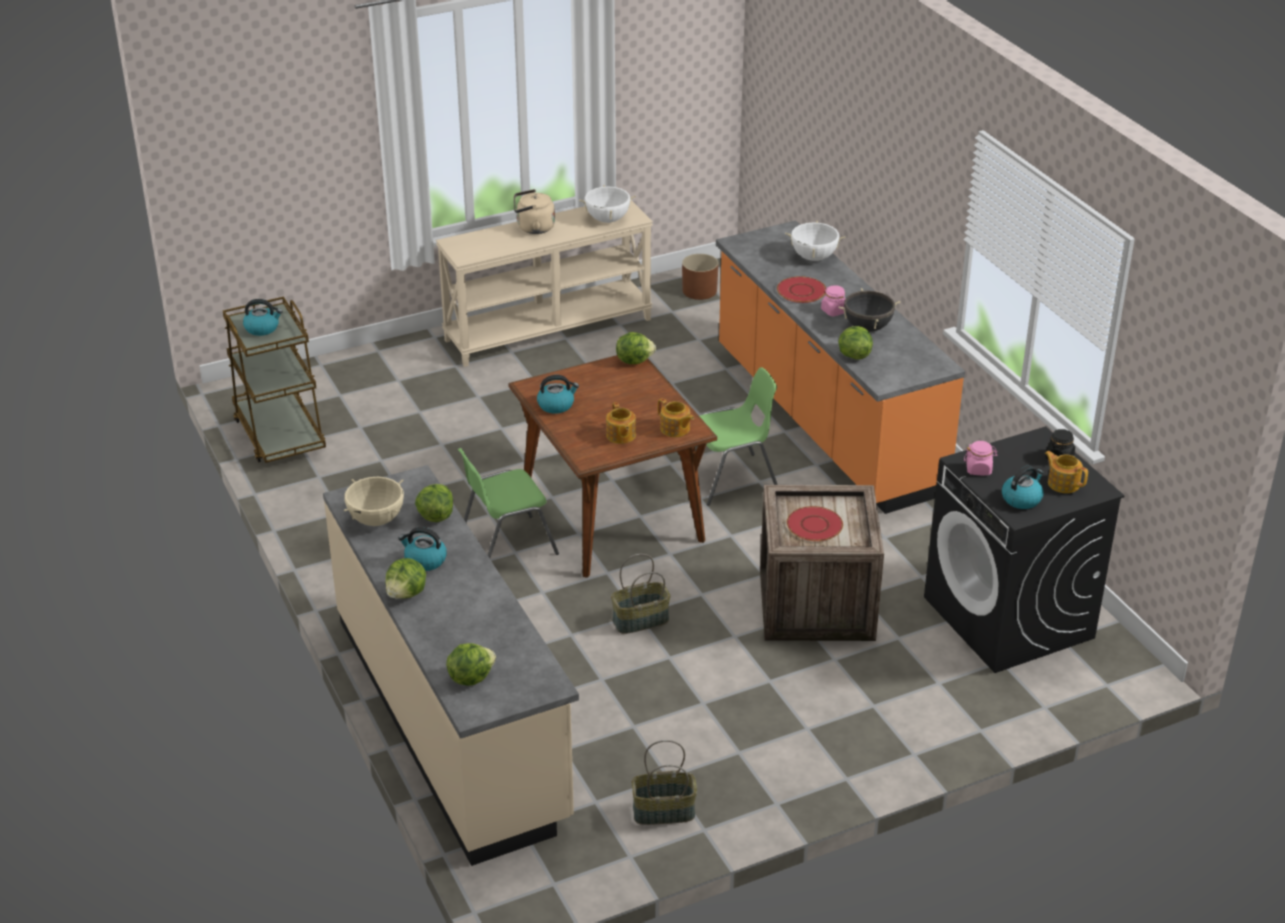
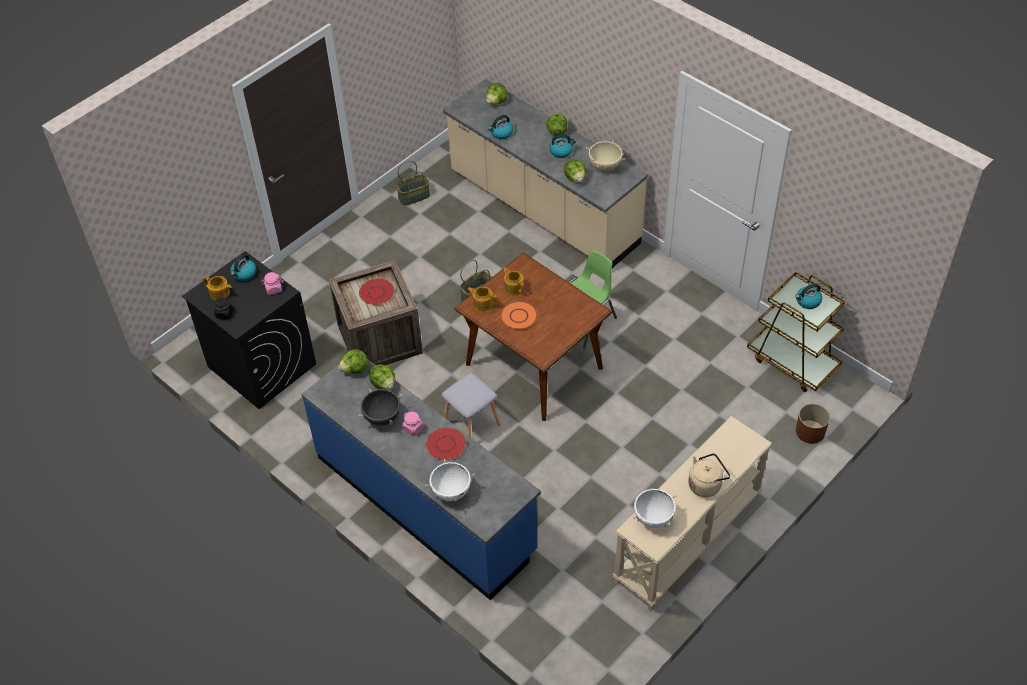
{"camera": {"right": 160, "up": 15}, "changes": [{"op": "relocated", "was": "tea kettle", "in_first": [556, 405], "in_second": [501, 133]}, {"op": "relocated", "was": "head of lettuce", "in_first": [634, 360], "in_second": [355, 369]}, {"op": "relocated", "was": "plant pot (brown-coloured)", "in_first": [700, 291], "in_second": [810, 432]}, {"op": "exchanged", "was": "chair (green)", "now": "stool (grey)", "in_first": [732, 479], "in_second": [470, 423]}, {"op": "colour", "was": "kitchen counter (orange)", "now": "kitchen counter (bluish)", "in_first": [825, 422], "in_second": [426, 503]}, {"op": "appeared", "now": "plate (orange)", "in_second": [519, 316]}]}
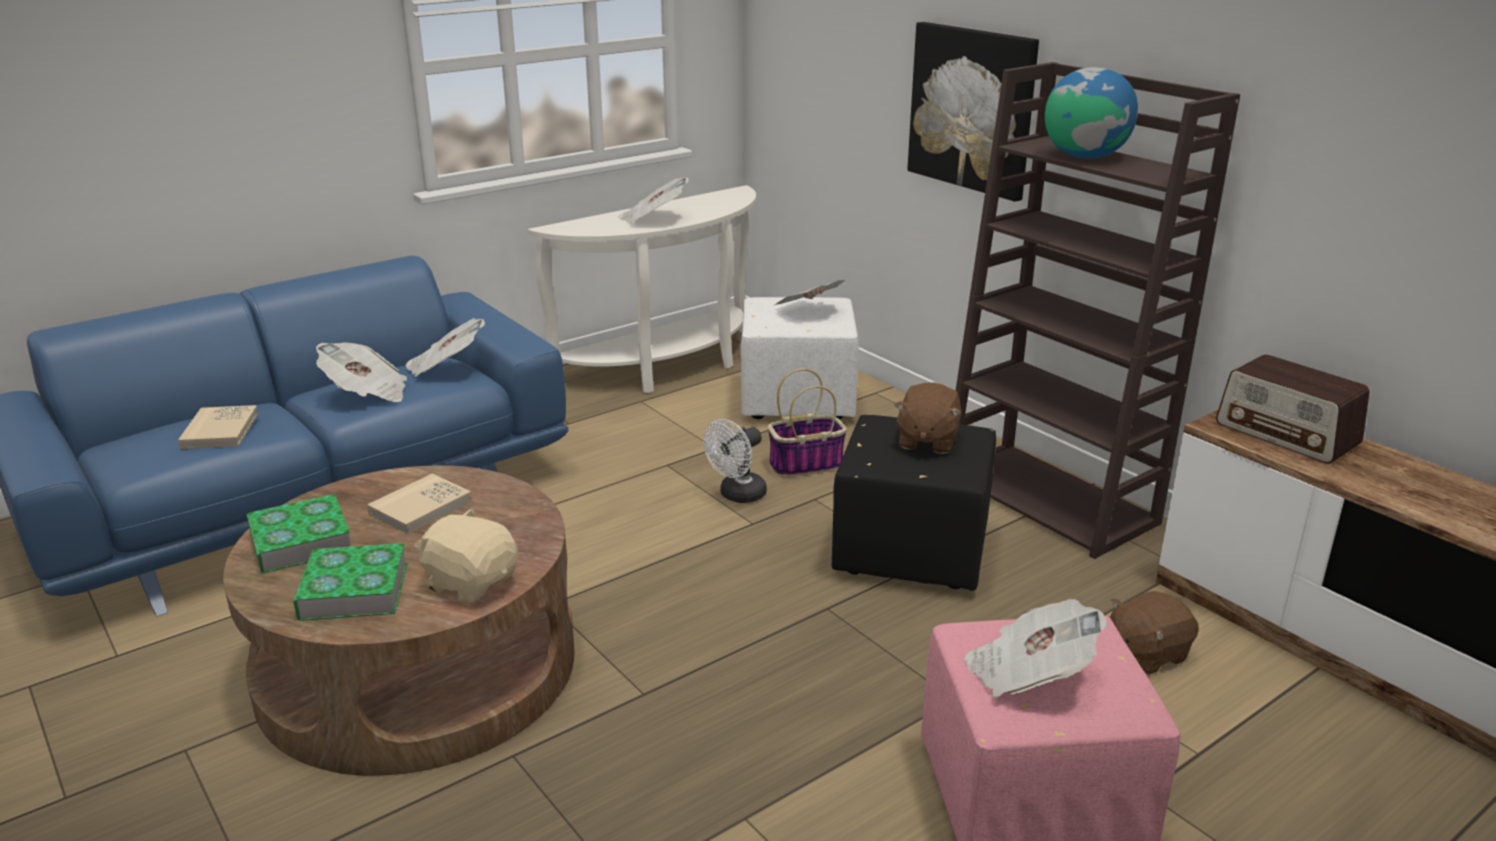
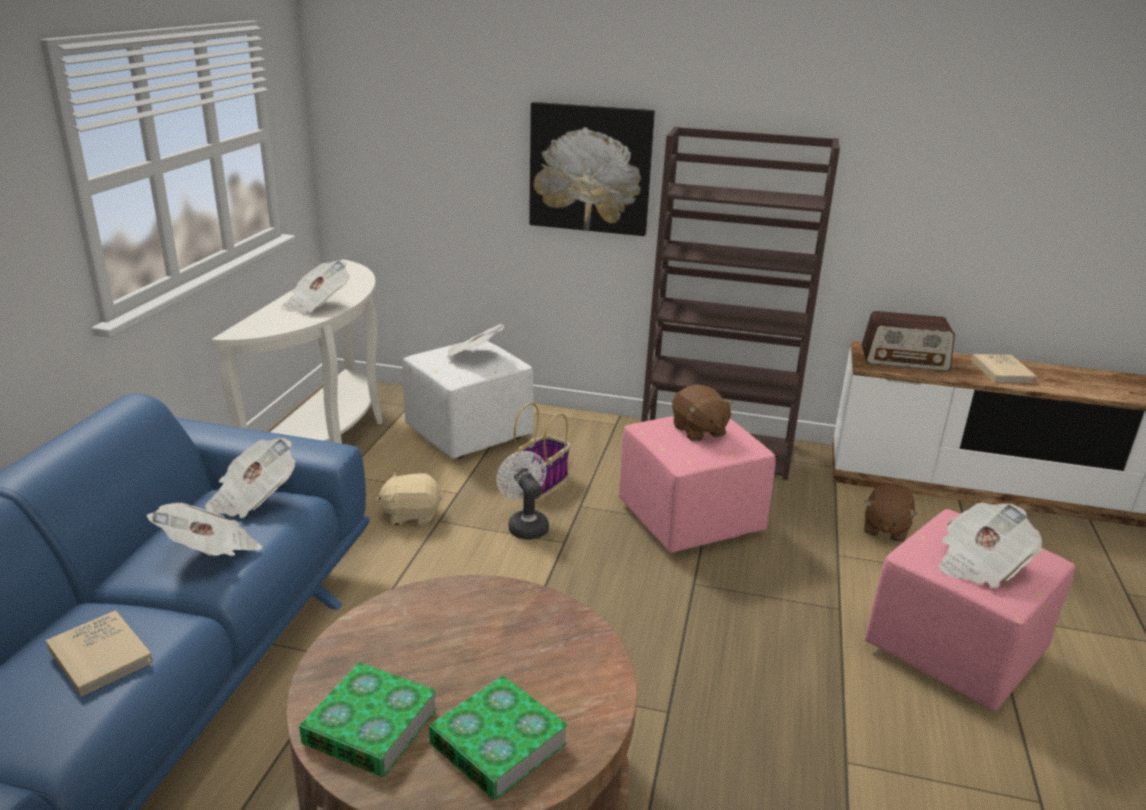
{"camera": {"right": -40, "up": 0}, "changes": [{"op": "relocated", "was": "book (beige-coloured)", "in_first": [420, 507], "in_second": [1002, 371]}, {"op": "relocated", "was": "cuddly toy (beige-coloured)", "in_first": [471, 583], "in_second": [411, 515]}, {"op": "spun", "was": "electric fan (whitish)", "in_first": [737, 496], "in_second": [525, 525], "clockwise": 150}, {"op": "colour", "was": "footrest (black)", "now": "footrest (pinkish)", "in_first": [912, 551], "in_second": [689, 519]}, {"op": "missing", "was": "world globe", "in_first": [1085, 156]}]}
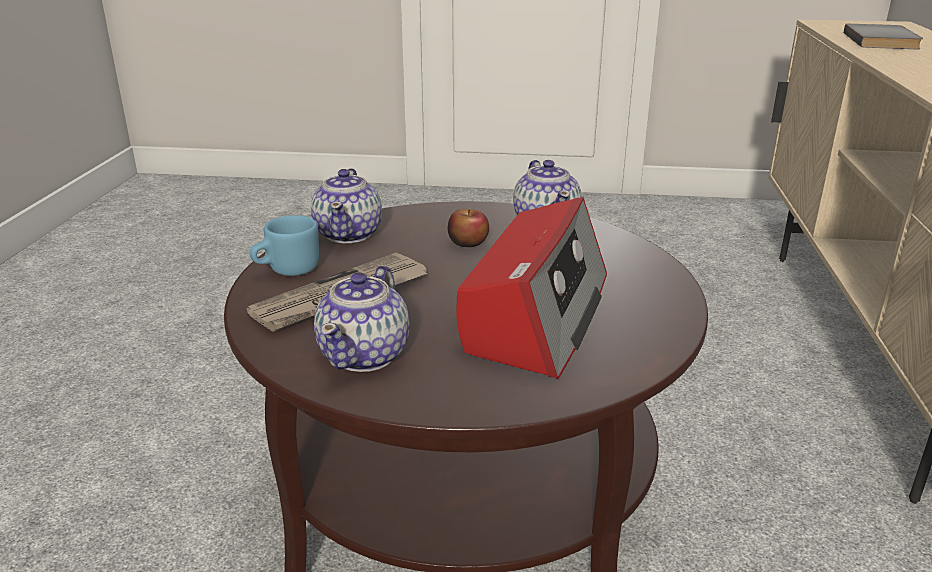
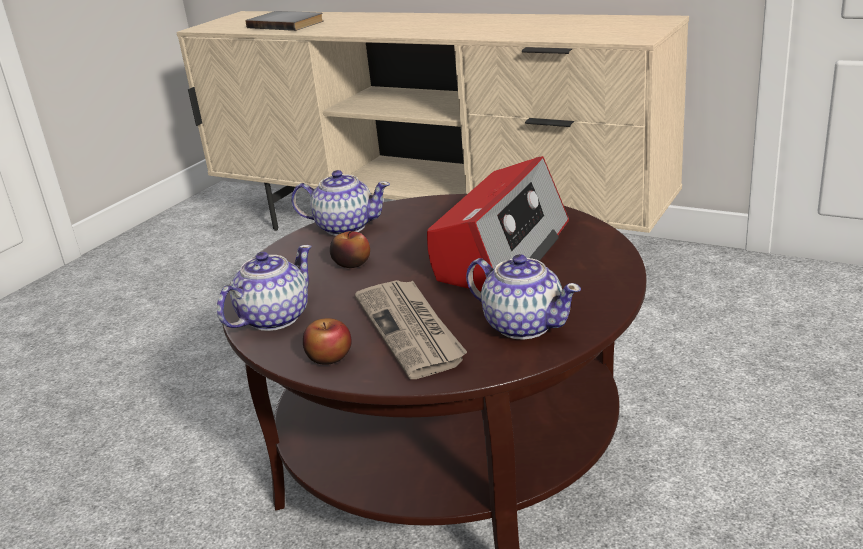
{"camera": {"right": -65, "up": 0}, "changes": [{"op": "exchanged", "was": "tea mug (bluish)", "now": "whole apple", "in_first": [286, 271], "in_second": [329, 357]}, {"op": "spun", "was": "teapot", "in_first": [349, 234], "in_second": [273, 318], "clockwise": -75}, {"op": "spun", "was": "radio receiver", "in_first": [536, 314], "in_second": [501, 252], "clockwise": 75}]}
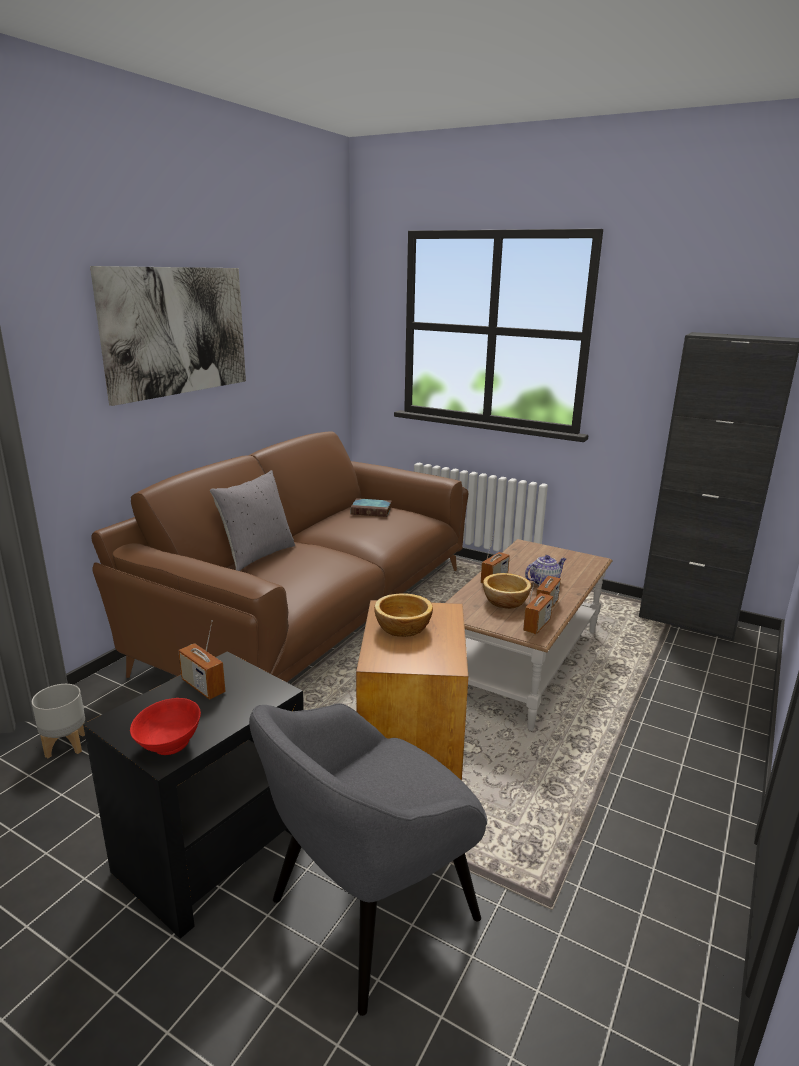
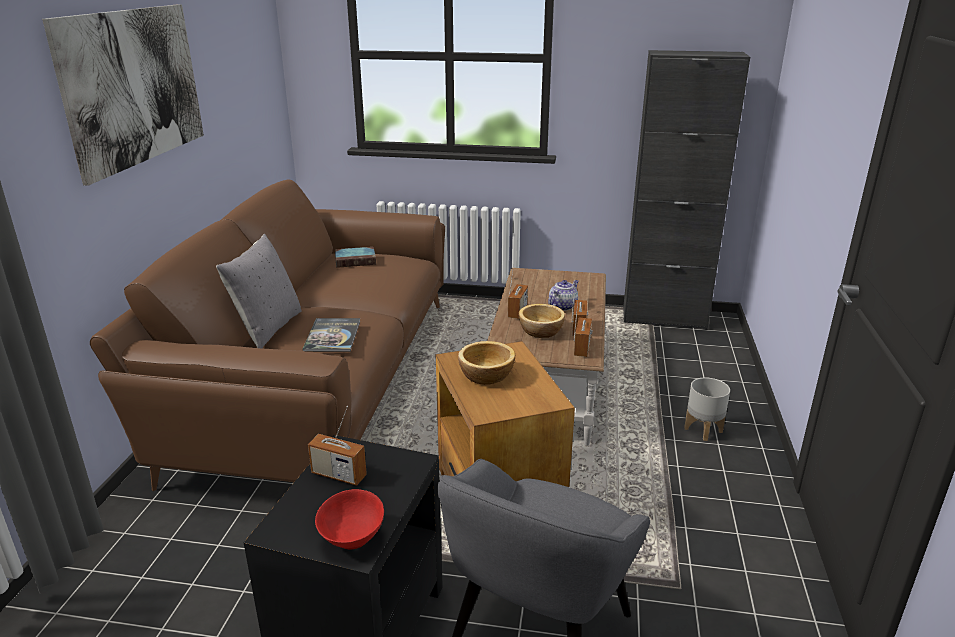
{"camera": {"right": -20, "up": 5}, "changes": [{"op": "relocated", "was": "plant pot (grey)", "in_first": [65, 746], "in_second": [703, 430]}, {"op": "appeared", "now": "book", "in_second": [332, 336]}]}
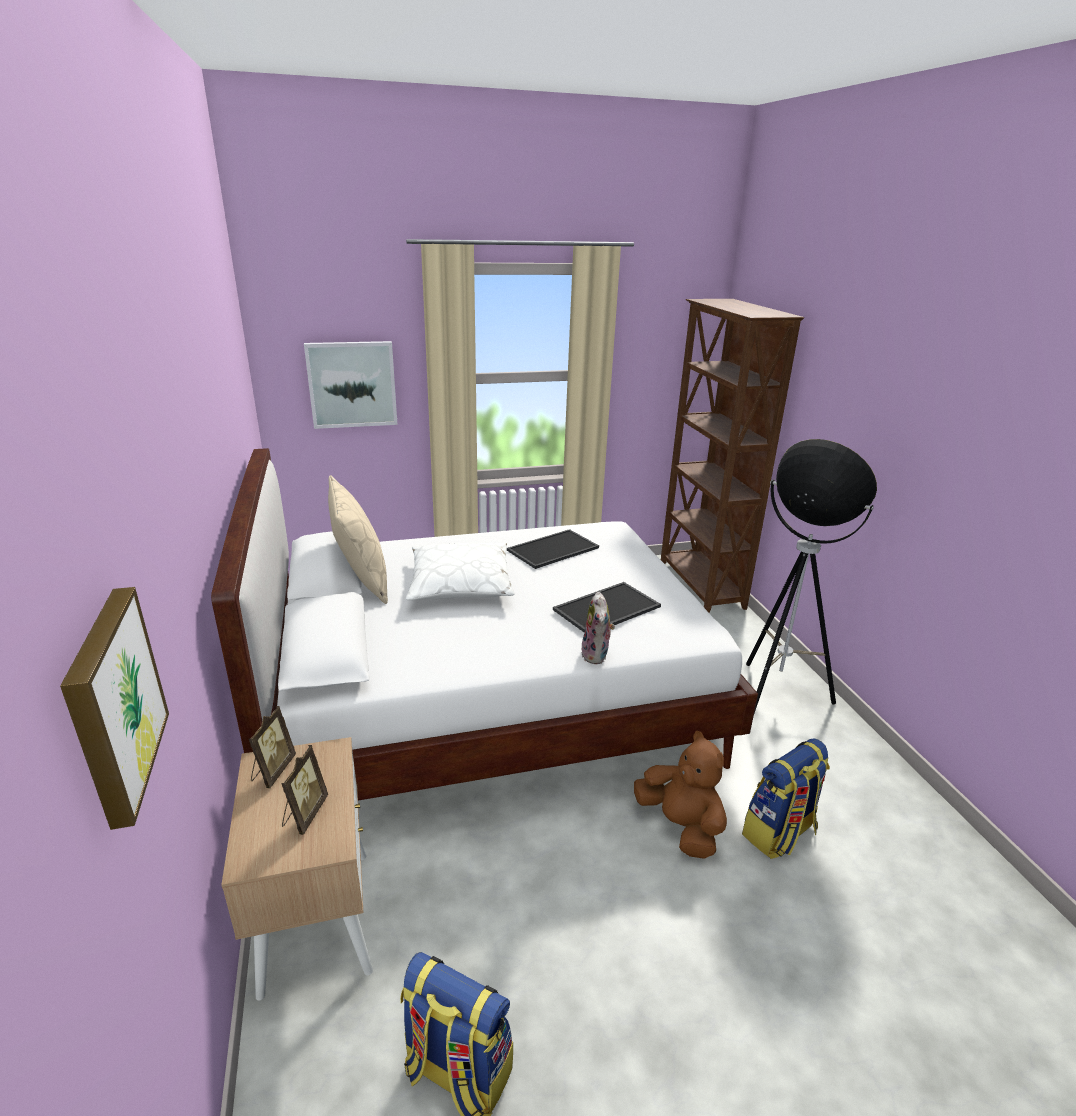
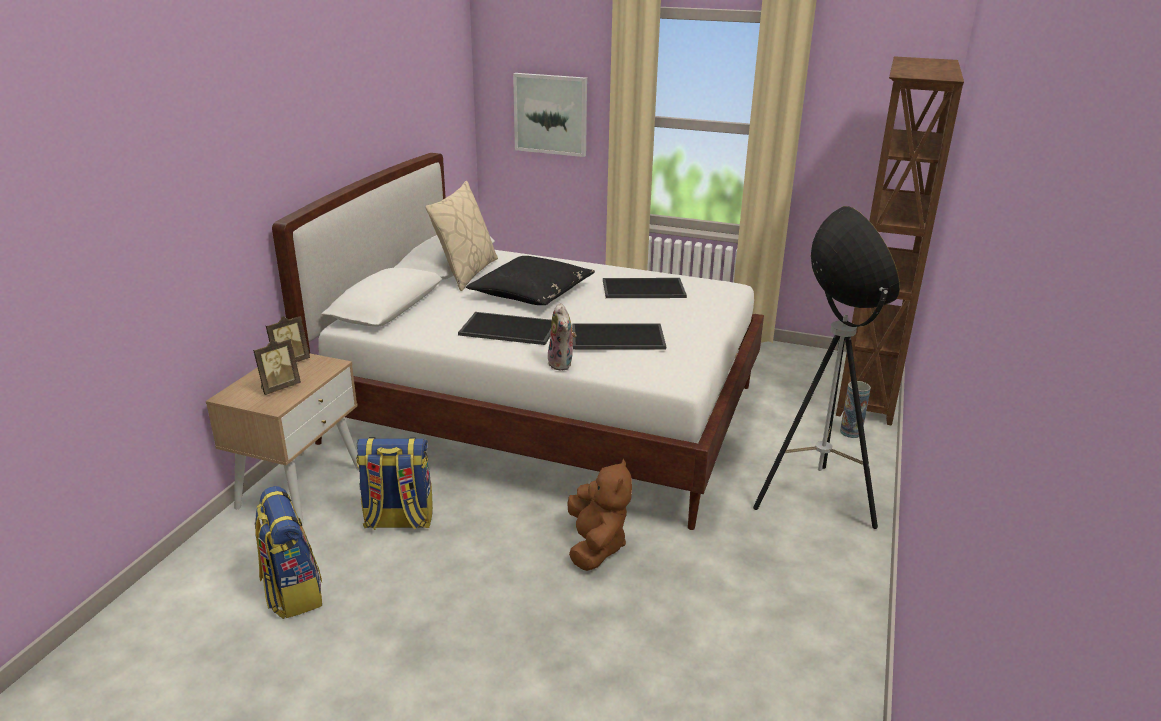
{"camera": {"right": 35, "up": 0}, "changes": [{"op": "missing", "was": "wall art", "in_first": [111, 703]}, {"op": "colour", "was": "cushion (whitish)", "now": "cushion (black)", "in_first": [460, 583], "in_second": [531, 293]}, {"op": "spun", "was": "cuddly toy", "in_first": [597, 655], "in_second": [562, 364], "clockwise": -45}, {"op": "relocated", "was": "rucksack", "in_first": [779, 833], "in_second": [398, 520]}, {"op": "appeared", "now": "serving tray", "in_second": [507, 329]}, {"op": "appeared", "now": "decorative vase", "in_second": [850, 432]}]}
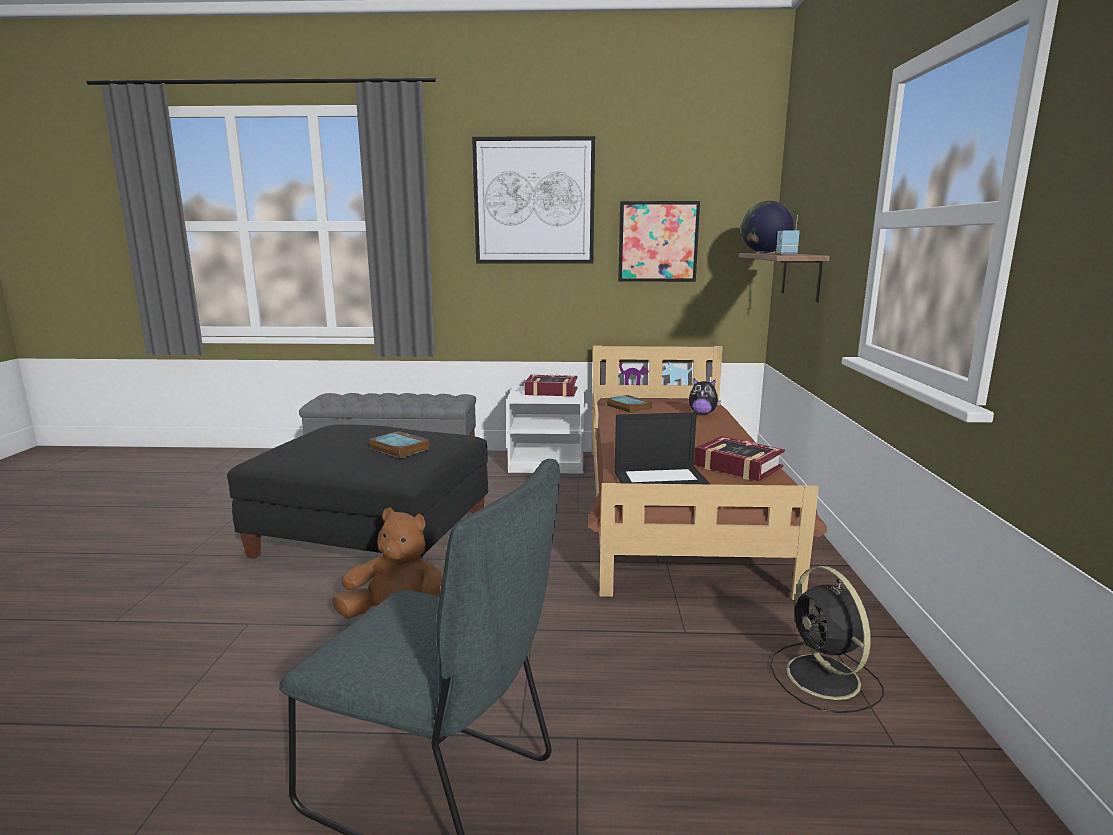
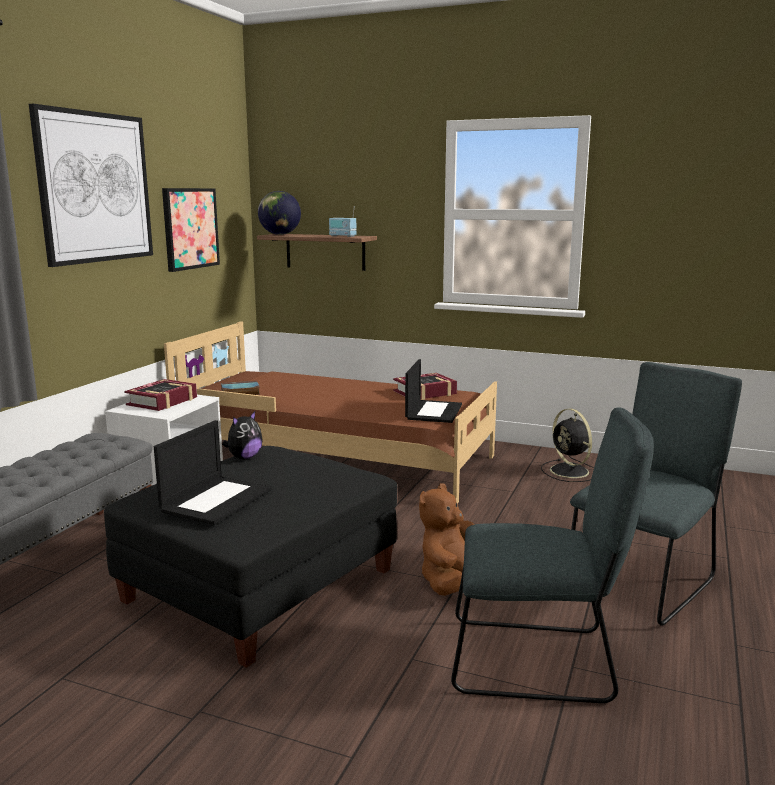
{"camera": {"right": -70, "up": 0}, "changes": [{"op": "missing", "was": "book", "in_first": [398, 449]}, {"op": "relocated", "was": "cuddly toy", "in_first": [702, 413], "in_second": [244, 457]}, {"op": "spun", "was": "electric fan (black)", "in_first": [825, 679], "in_second": [570, 472], "clockwise": 60}, {"op": "appeared", "now": "portable computer", "in_second": [216, 500]}, {"op": "appeared", "now": "chair (grey)", "in_second": [539, 661]}]}
